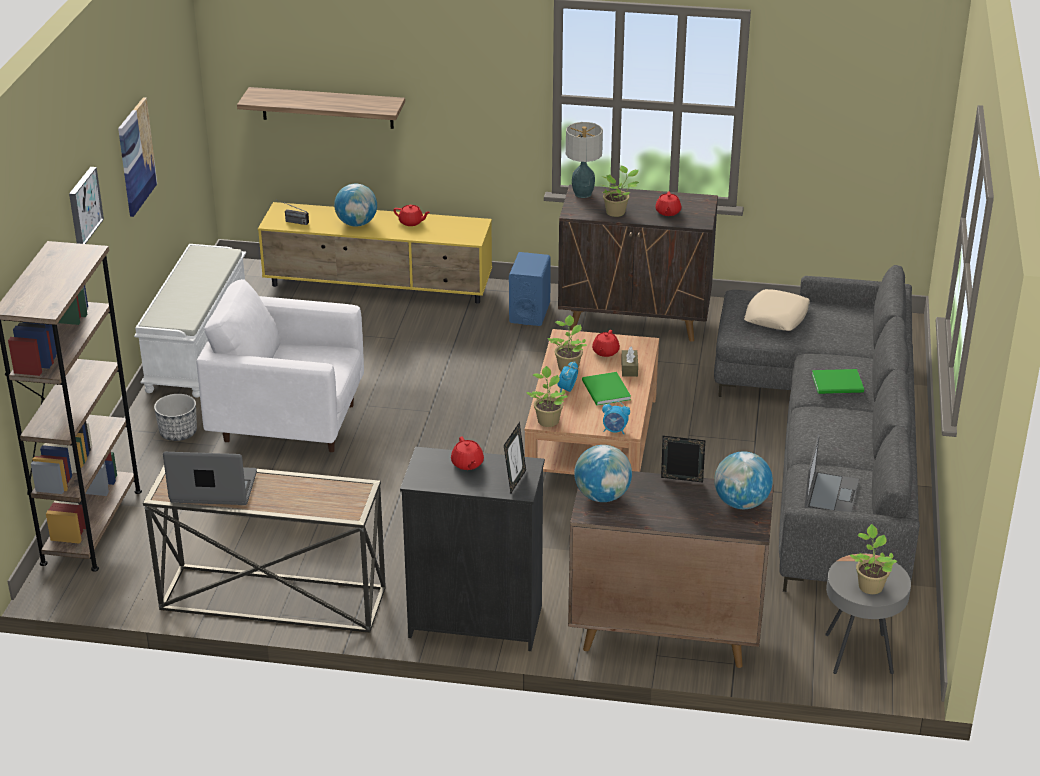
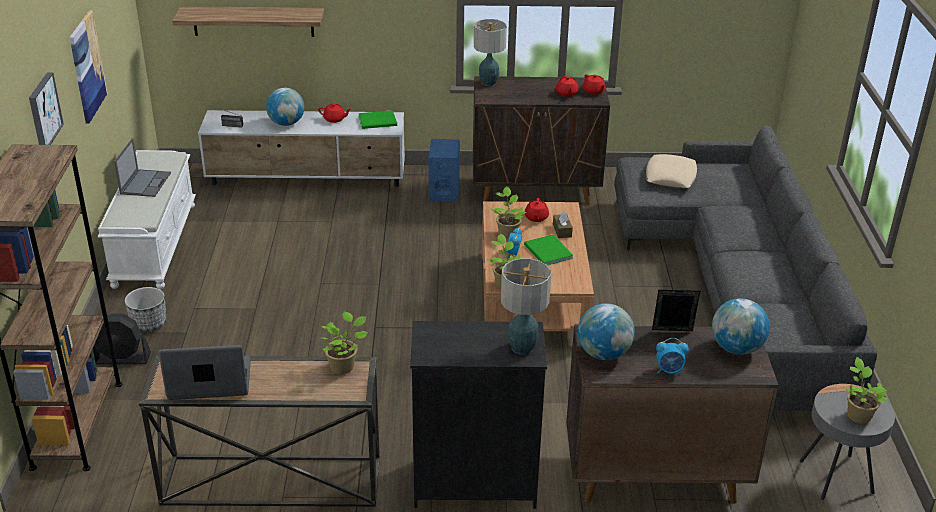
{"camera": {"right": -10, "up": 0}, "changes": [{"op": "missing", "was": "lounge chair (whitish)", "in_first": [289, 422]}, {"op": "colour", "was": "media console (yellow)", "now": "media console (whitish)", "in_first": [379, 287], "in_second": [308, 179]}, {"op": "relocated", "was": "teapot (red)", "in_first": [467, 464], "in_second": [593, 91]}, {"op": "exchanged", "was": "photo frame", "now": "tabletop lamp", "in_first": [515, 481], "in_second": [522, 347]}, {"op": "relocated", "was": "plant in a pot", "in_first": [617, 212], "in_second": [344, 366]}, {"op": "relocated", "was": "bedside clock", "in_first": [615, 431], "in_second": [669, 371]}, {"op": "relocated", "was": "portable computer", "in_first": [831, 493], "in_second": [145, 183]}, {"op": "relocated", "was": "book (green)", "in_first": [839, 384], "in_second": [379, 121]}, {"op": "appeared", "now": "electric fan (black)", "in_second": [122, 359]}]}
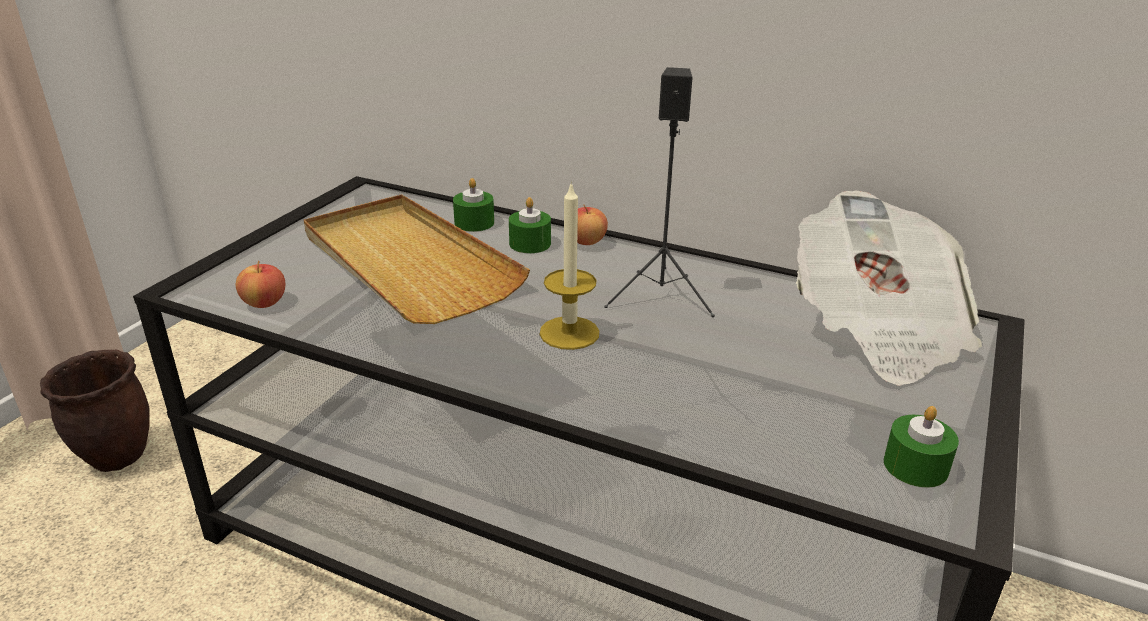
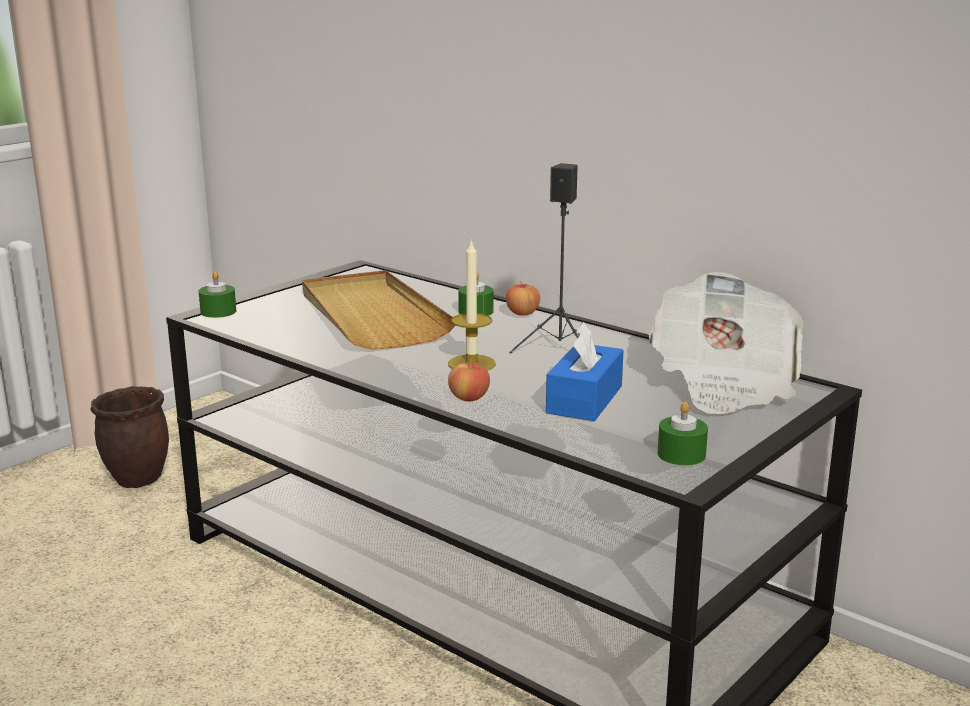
{"camera": {"right": 15, "up": -10}, "changes": [{"op": "relocated", "was": "whole apple", "in_first": [264, 303], "in_second": [469, 398]}, {"op": "relocated", "was": "wax candle (green)", "in_first": [474, 223], "in_second": [218, 311]}, {"op": "appeared", "now": "tissue holder (bluish)", "in_second": [584, 399]}]}
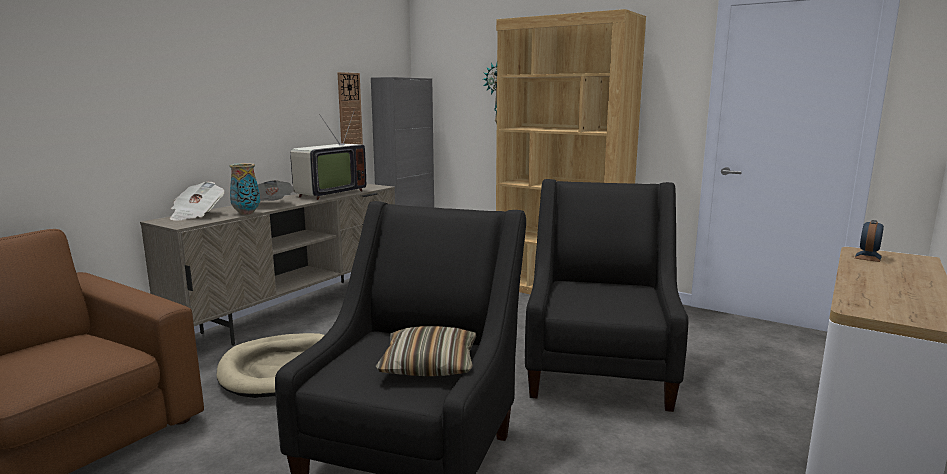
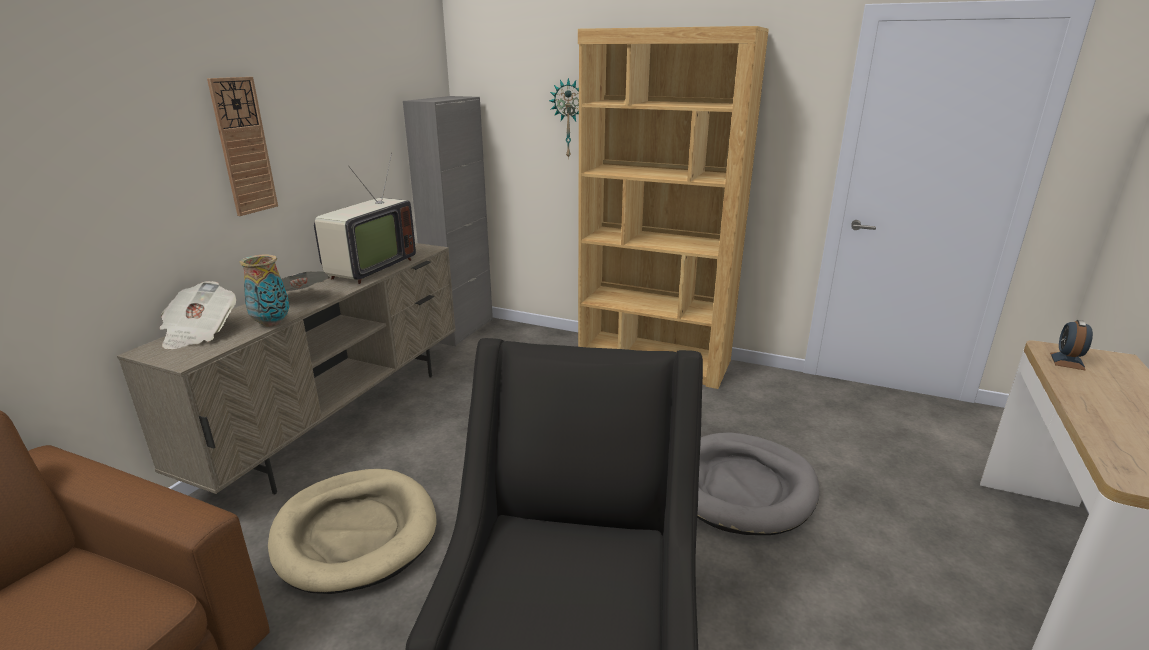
{"camera": {"right": -10, "up": 10}, "changes": [{"op": "relocated", "was": "clock on the wall", "in_first": [349, 111], "in_second": [243, 146]}, {"op": "missing", "was": "cushion", "in_first": [429, 365]}, {"op": "exchanged", "was": "lounge chair (black)", "now": "dog cushion (grey)", "in_first": [599, 370], "in_second": [742, 487]}]}
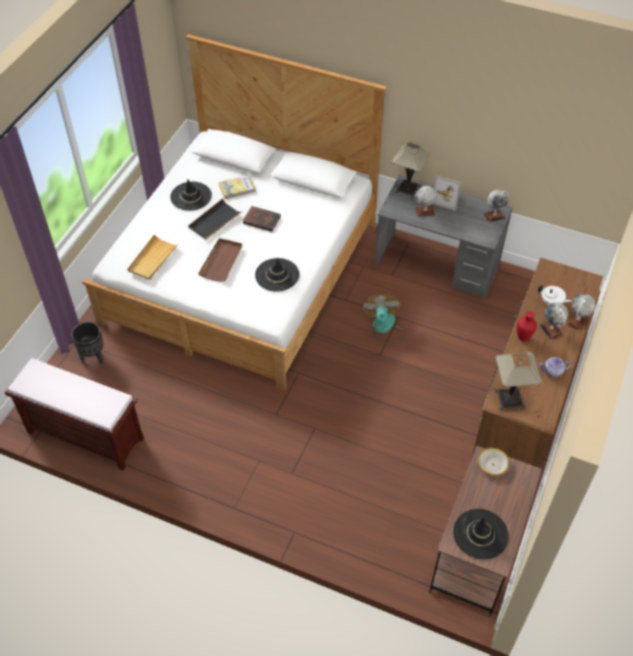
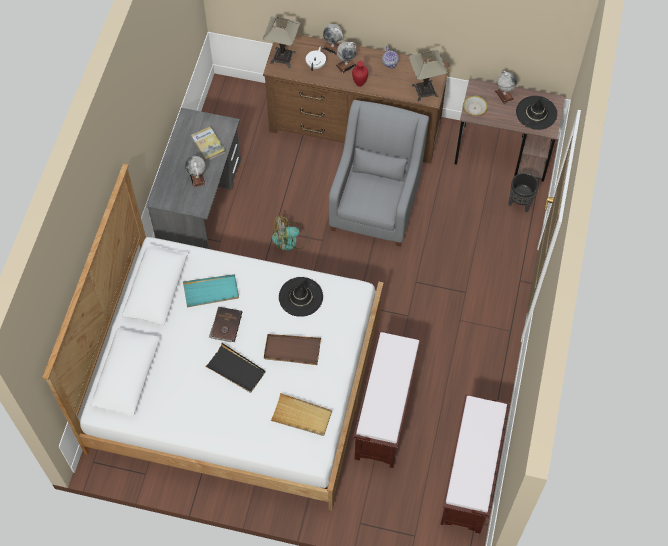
{"camera": {"right": -100, "up": 10}, "changes": [{"op": "relocated", "was": "plant pot (black)", "in_first": [93, 357], "in_second": [519, 203]}, {"op": "missing", "was": "hat (black)", "in_first": [191, 196]}, {"op": "relocated", "was": "book", "in_first": [237, 188], "in_second": [208, 145]}, {"op": "relocated", "was": "tabletop lamp", "in_first": [407, 189], "in_second": [282, 57]}, {"op": "missing", "was": "photo frame", "in_first": [446, 199]}, {"op": "relocated", "was": "world globe", "in_first": [494, 216], "in_second": [504, 95]}, {"op": "appeared", "now": "serving tray (turquoise)", "in_second": [211, 292]}, {"op": "appeared", "now": "lounge chair (grey)", "in_second": [376, 203]}, {"op": "appeared", "now": "indoor bench (brown-coloured)", "in_second": [384, 413]}]}
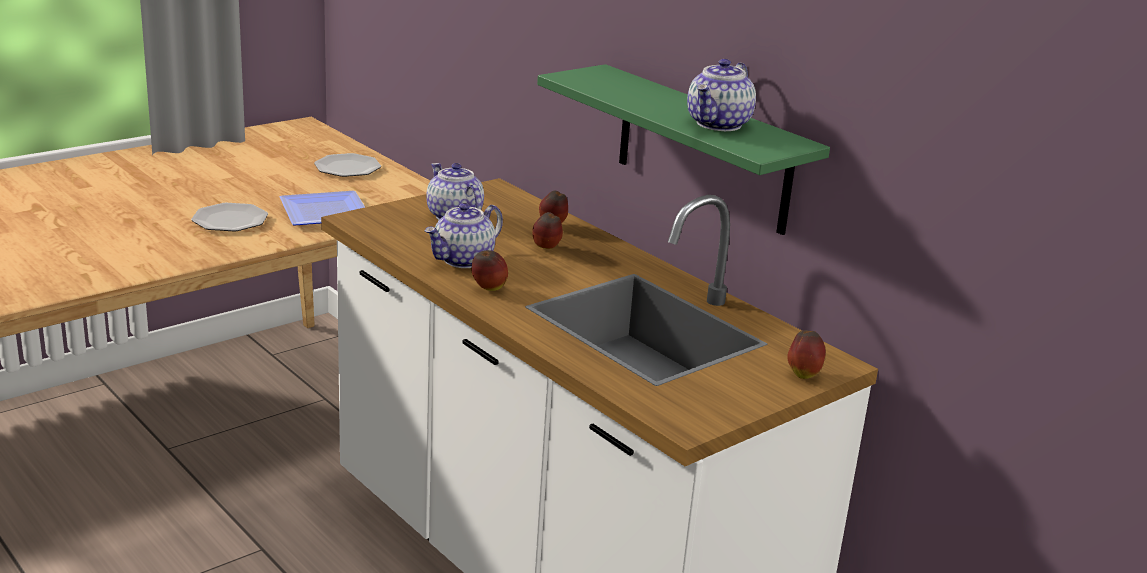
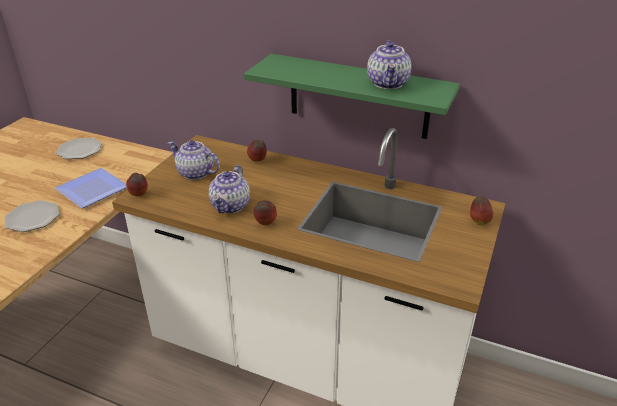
{"camera": {"right": -25, "up": 10}, "changes": [{"op": "relocated", "was": "whole apple", "in_first": [546, 249], "in_second": [139, 195]}]}
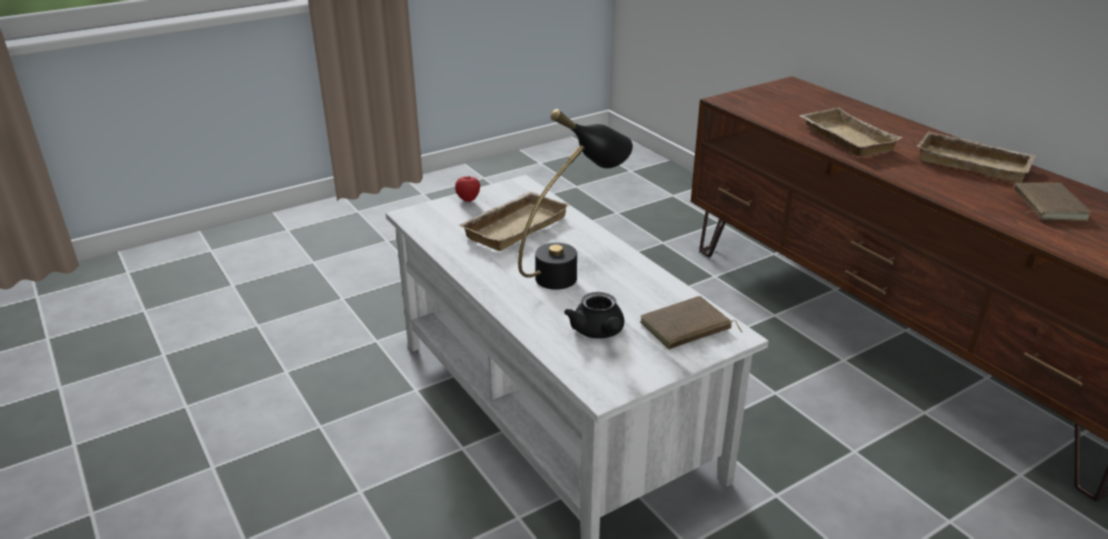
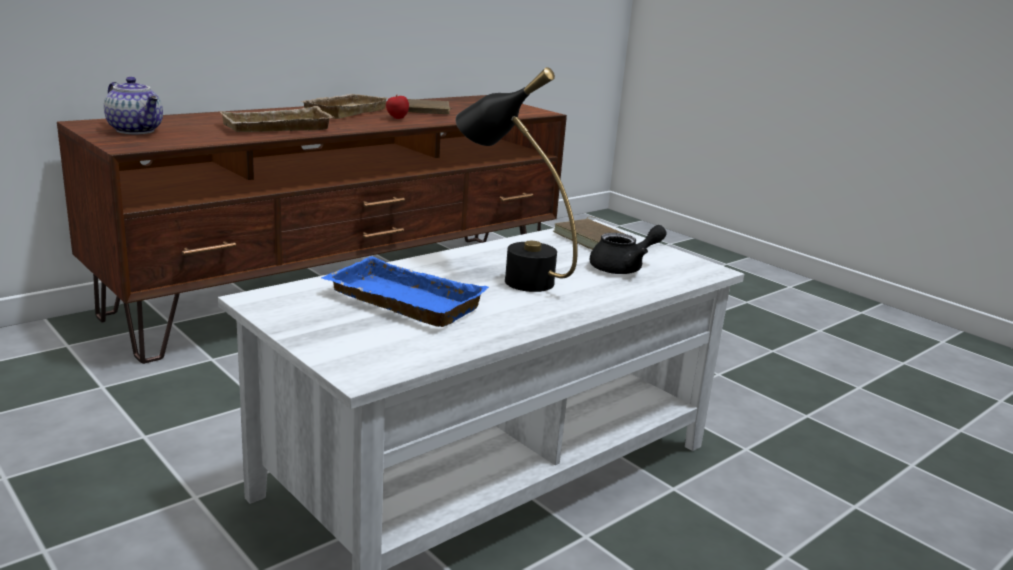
{"camera": {"right": -100, "up": -10}, "changes": [{"op": "relocated", "was": "whole apple", "in_first": [468, 200], "in_second": [397, 119]}, {"op": "colour", "was": "serving tray (beige-coloured)", "now": "serving tray (bluish)", "in_first": [514, 226], "in_second": [399, 302]}, {"op": "appeared", "now": "teapot", "in_second": [137, 130]}]}
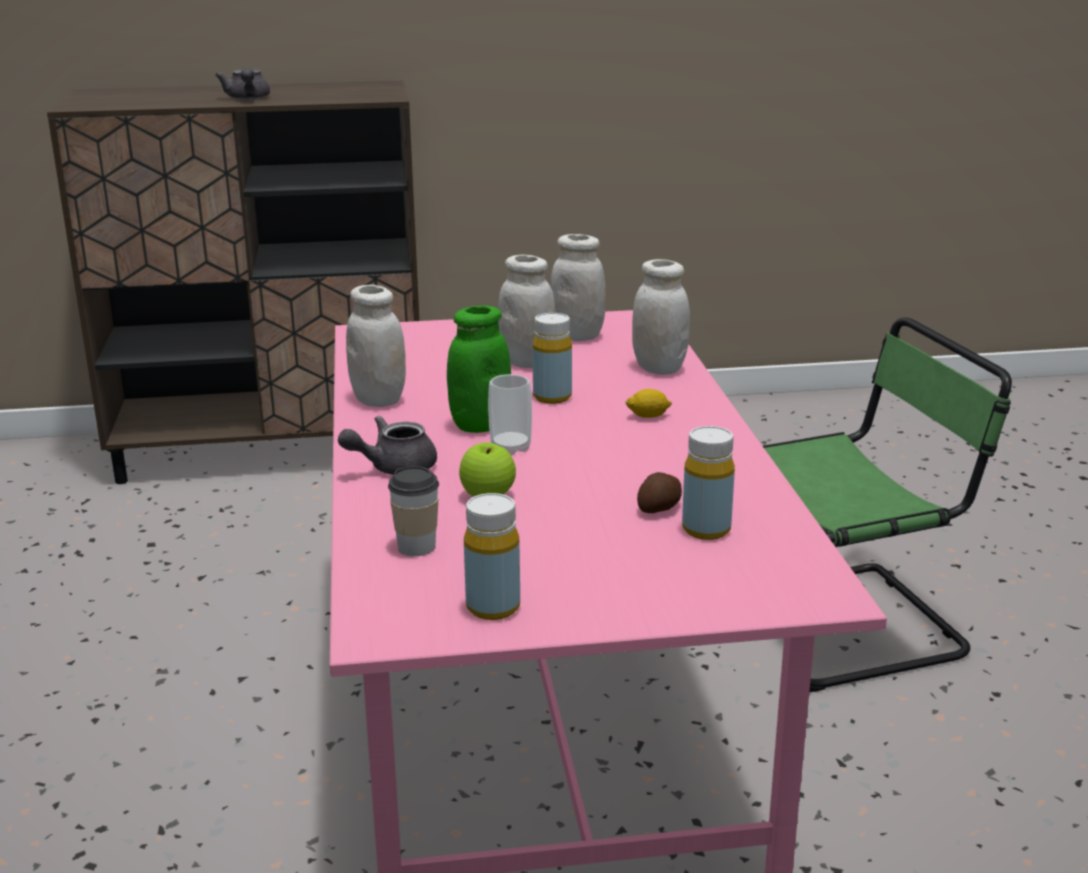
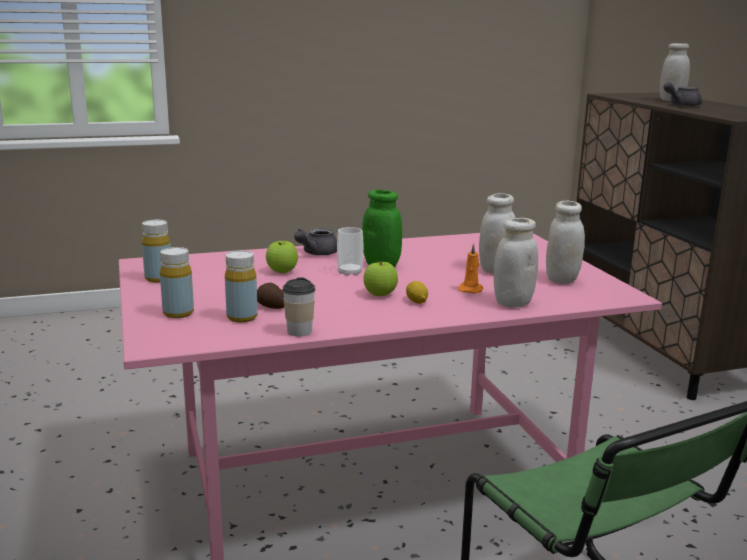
{"camera": {"right": 80, "up": -5}, "changes": [{"op": "spun", "was": "teapot (grey)", "in_first": [393, 467], "in_second": [316, 253], "clockwise": -105}, {"op": "relocated", "was": "storage jar (whitish)", "in_first": [378, 400], "in_second": [671, 100]}, {"op": "relocated", "was": "small cup", "in_first": [416, 547], "in_second": [299, 331]}, {"op": "relocated", "was": "beverage bottle (yellow)", "in_first": [552, 397], "in_second": [178, 313]}, {"op": "appeared", "now": "whole apple", "in_second": [380, 294]}, {"op": "appeared", "now": "wax candle (orange)", "in_second": [471, 289]}]}
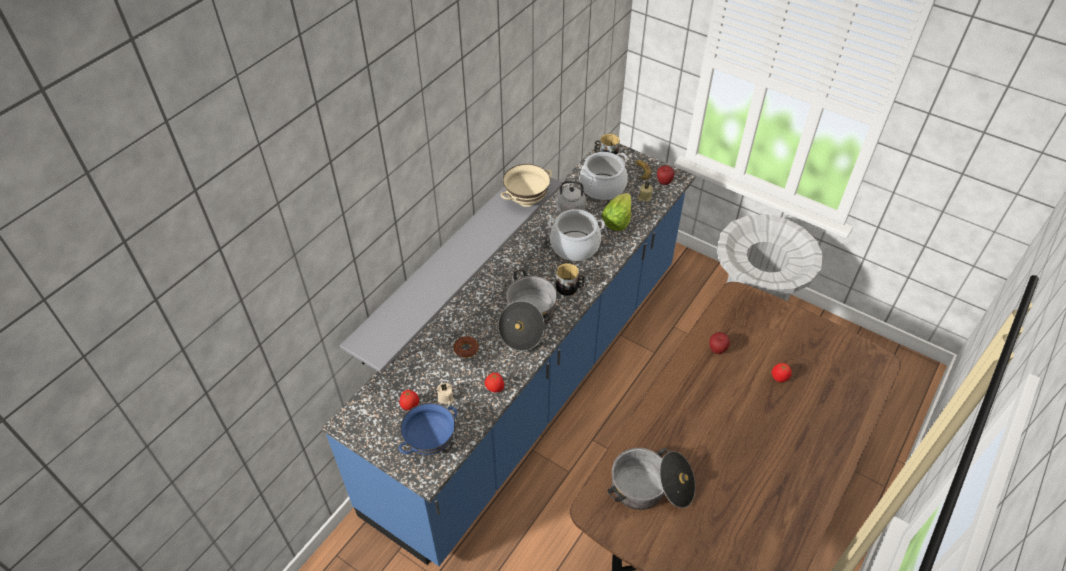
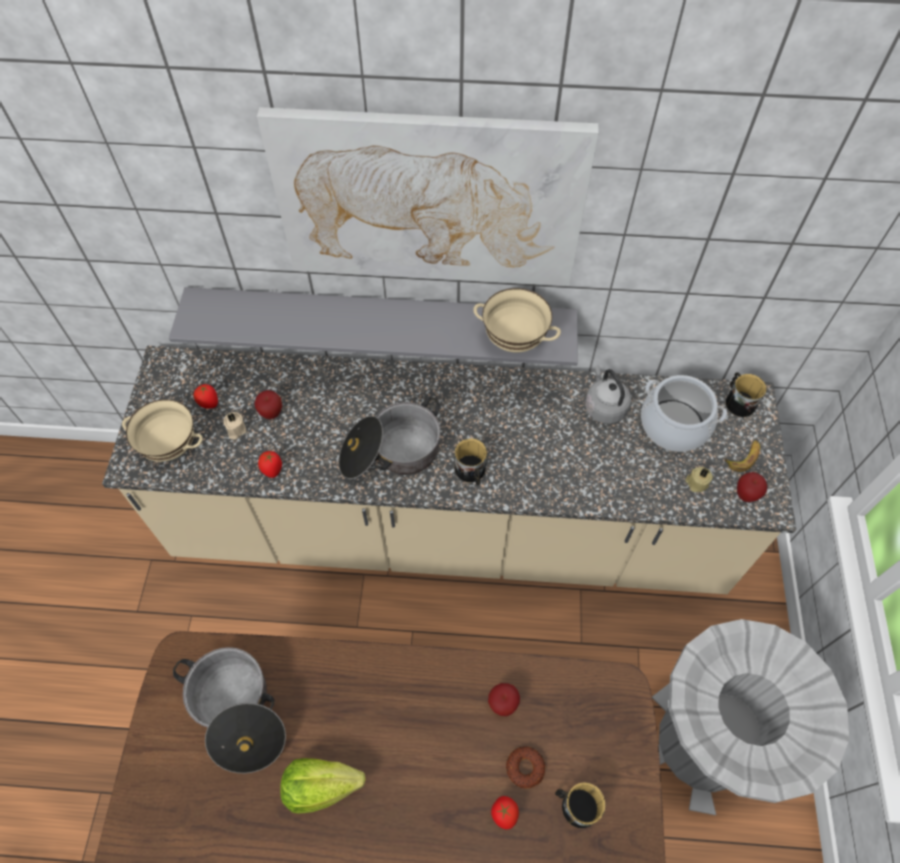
{"camera": {"right": 60, "up": 10}, "changes": [{"op": "colour", "was": "kitchen counter (bluish)", "now": "kitchen counter (beige-coloured)", "in_first": [533, 383], "in_second": [450, 529]}, {"op": "colour", "was": "serving bowl (bluish)", "now": "serving bowl (beige-coloured)", "in_first": [430, 442], "in_second": [172, 446]}, {"op": "relocated", "was": "ring doughnut", "in_first": [466, 349], "in_second": [525, 768]}, {"op": "missing", "was": "saucepot", "in_first": [575, 246]}, {"op": "relocated", "was": "head of lettuce", "in_first": [617, 220], "in_second": [321, 786]}, {"op": "appeared", "now": "whole apple", "in_second": [271, 413]}, {"op": "appeared", "now": "wall art", "in_second": [429, 200]}, {"op": "appeared", "now": "tea mug", "in_second": [575, 805]}]}
